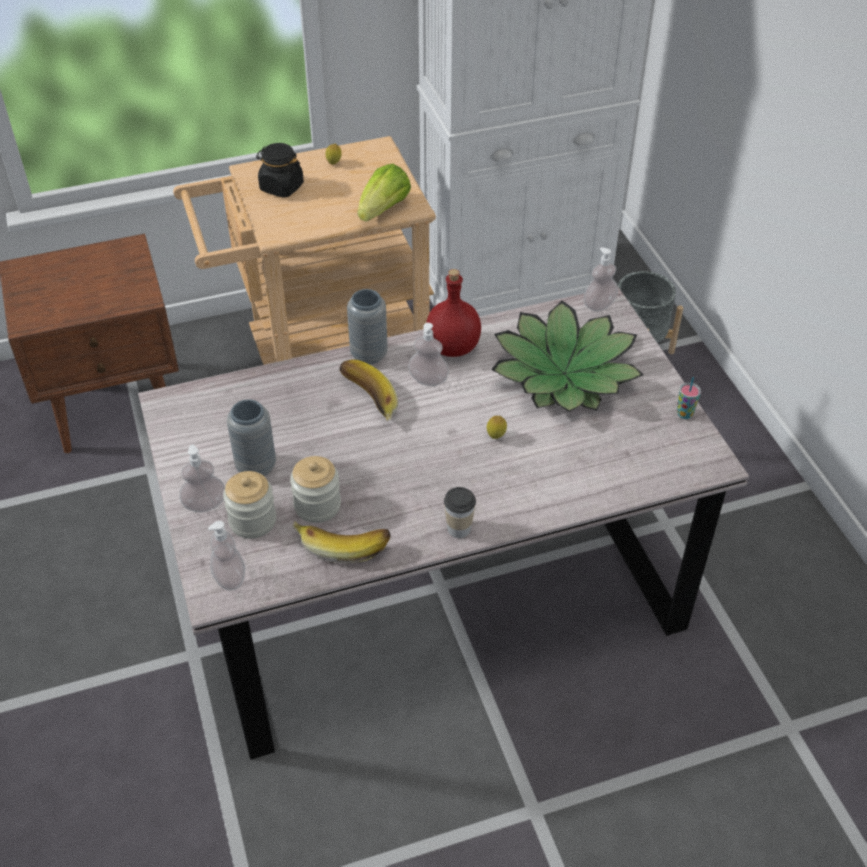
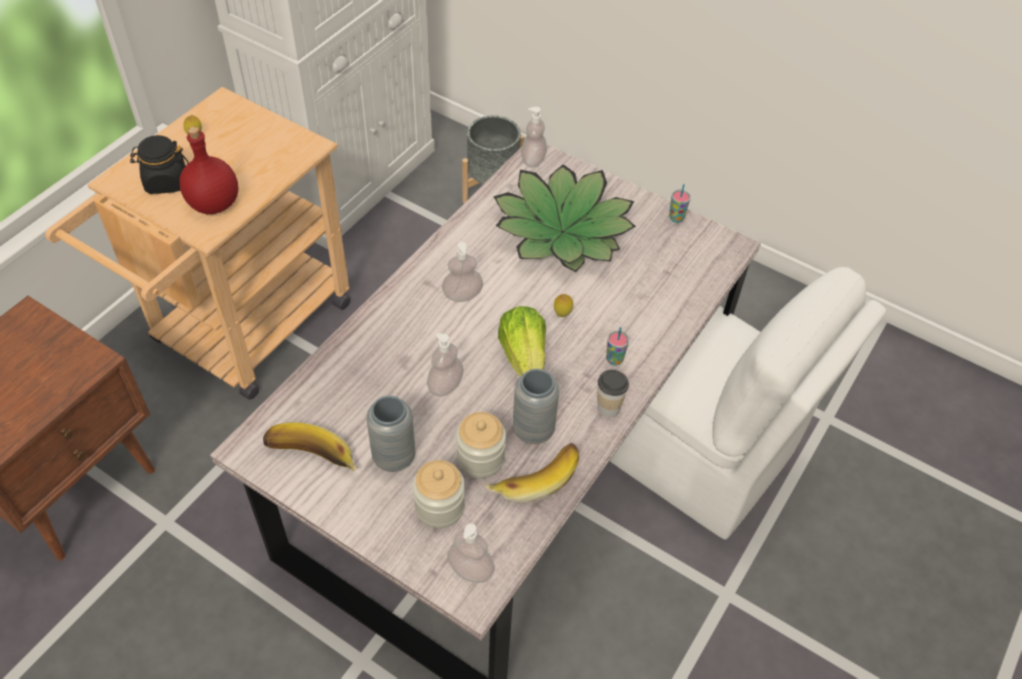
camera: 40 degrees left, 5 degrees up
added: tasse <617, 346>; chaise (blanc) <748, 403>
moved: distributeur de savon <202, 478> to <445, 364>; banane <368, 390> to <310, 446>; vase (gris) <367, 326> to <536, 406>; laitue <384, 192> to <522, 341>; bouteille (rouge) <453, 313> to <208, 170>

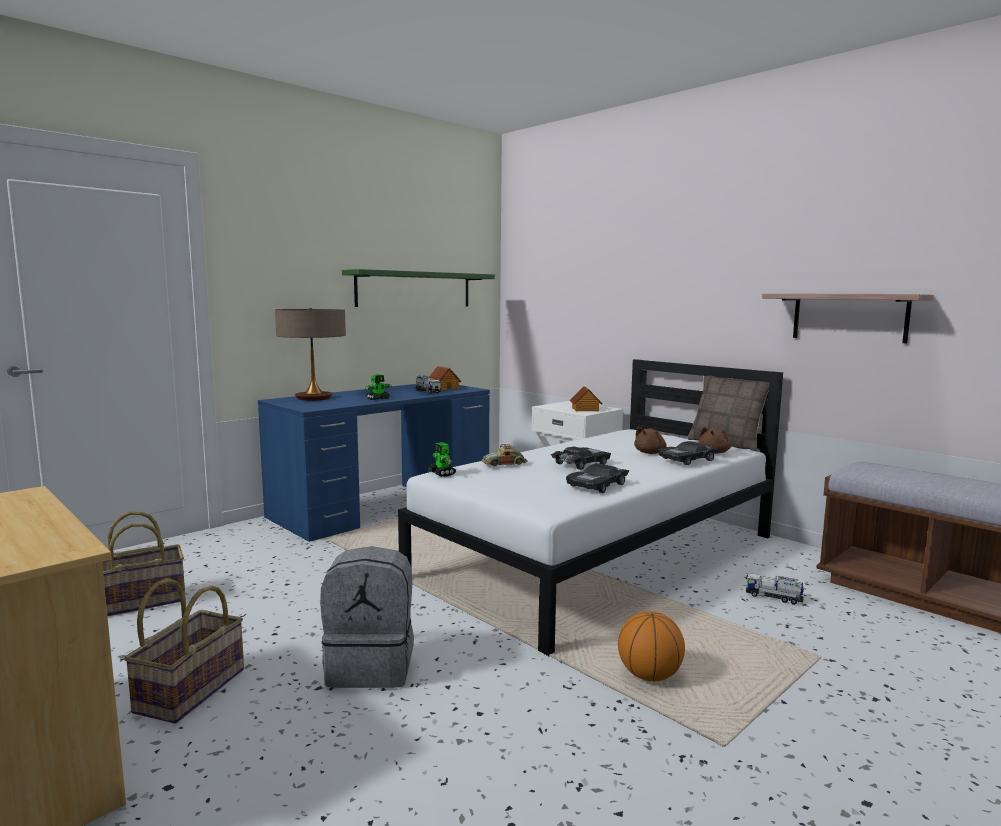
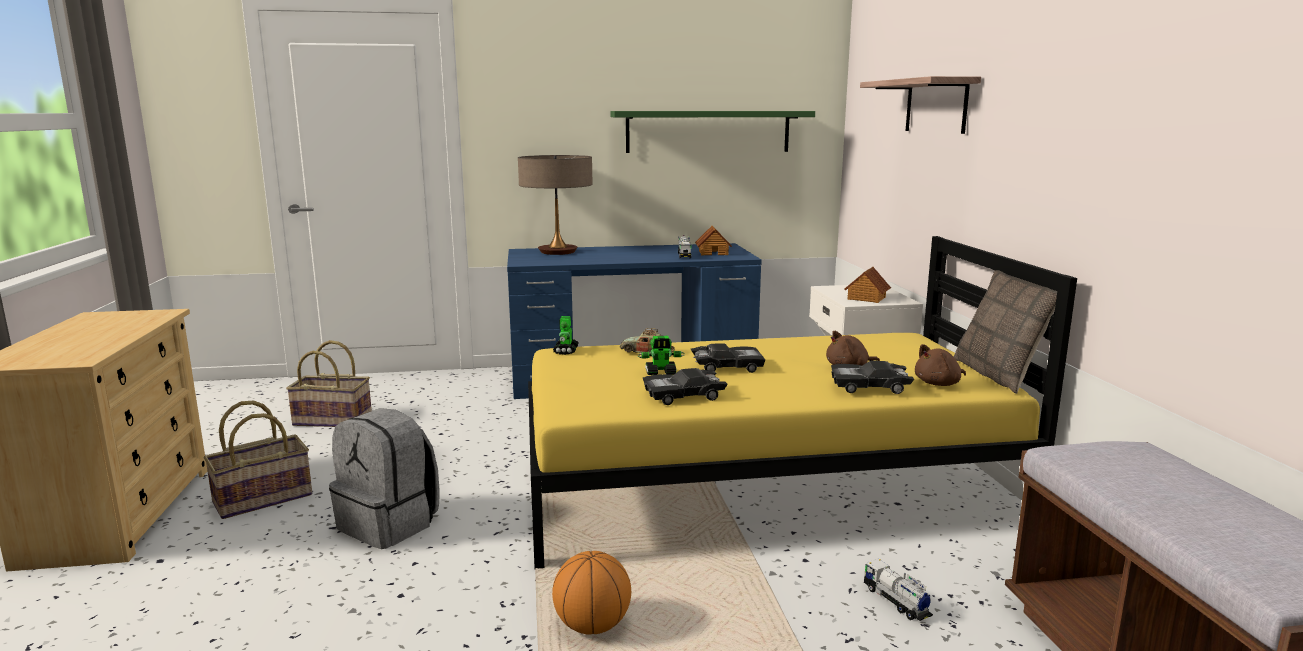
camera: 35 degrees right, 5 degrees up
moved: robot jouet <378, 387> to <661, 355>; étagère <848, 318> to <920, 105>
recoloured: lit (blanc) <590, 507> to lit (jaune) <802, 402>

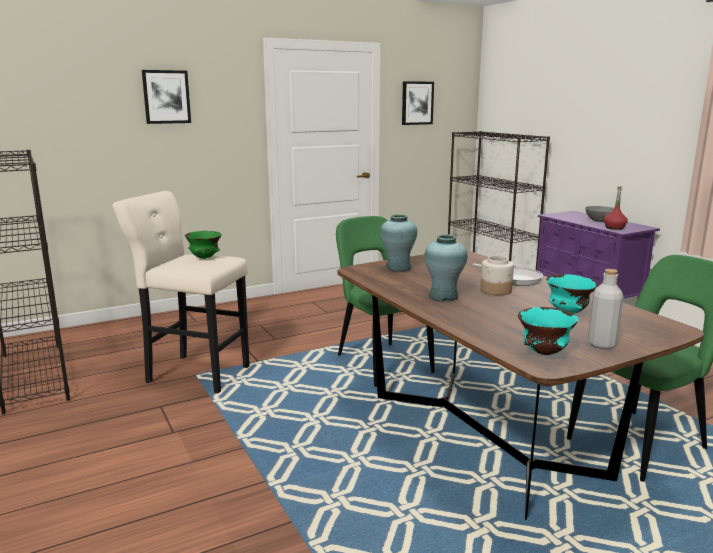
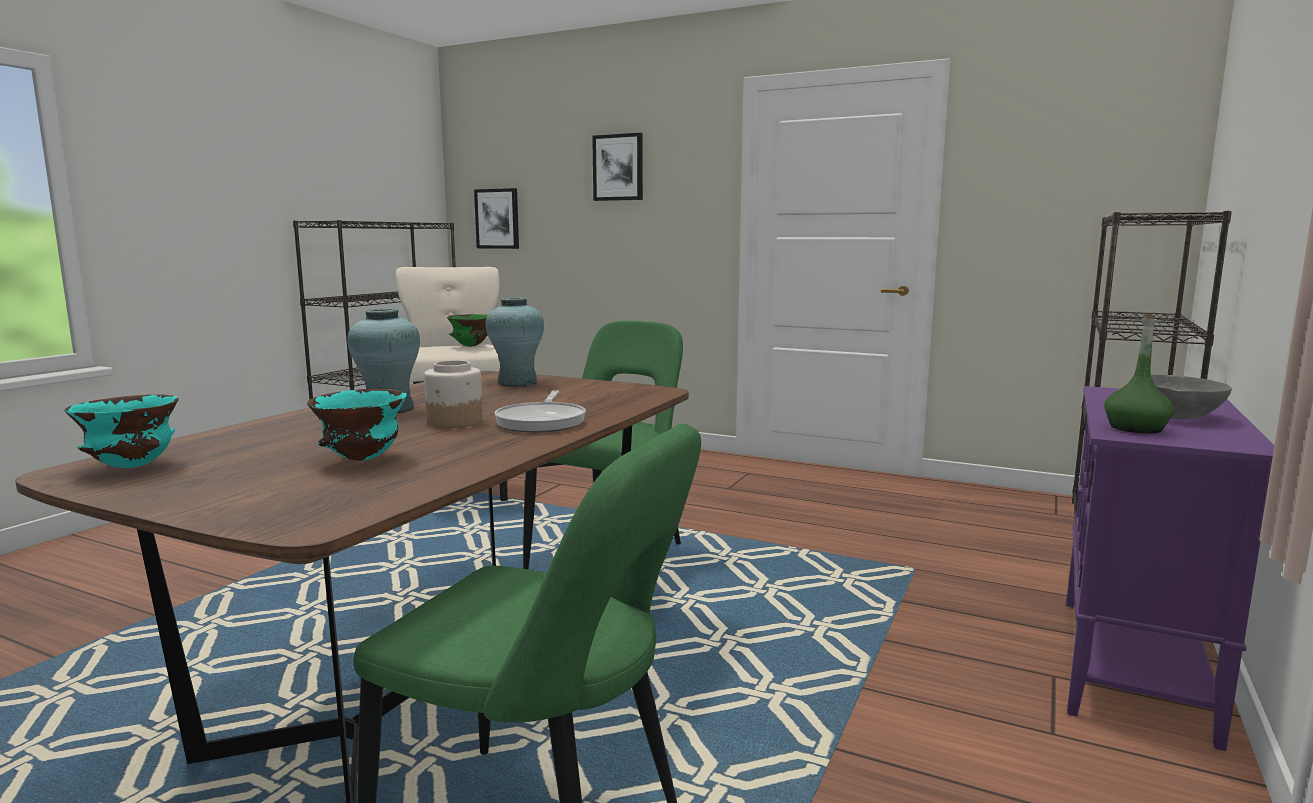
camera: 55 degrees right, 5 degrees down
removed: bouteille (gris) <606, 309>
moved: tableau <418, 103> to <496, 218>
recoloured: bouteille (rouge) <616, 208> to bouteille (vert) <1139, 374>

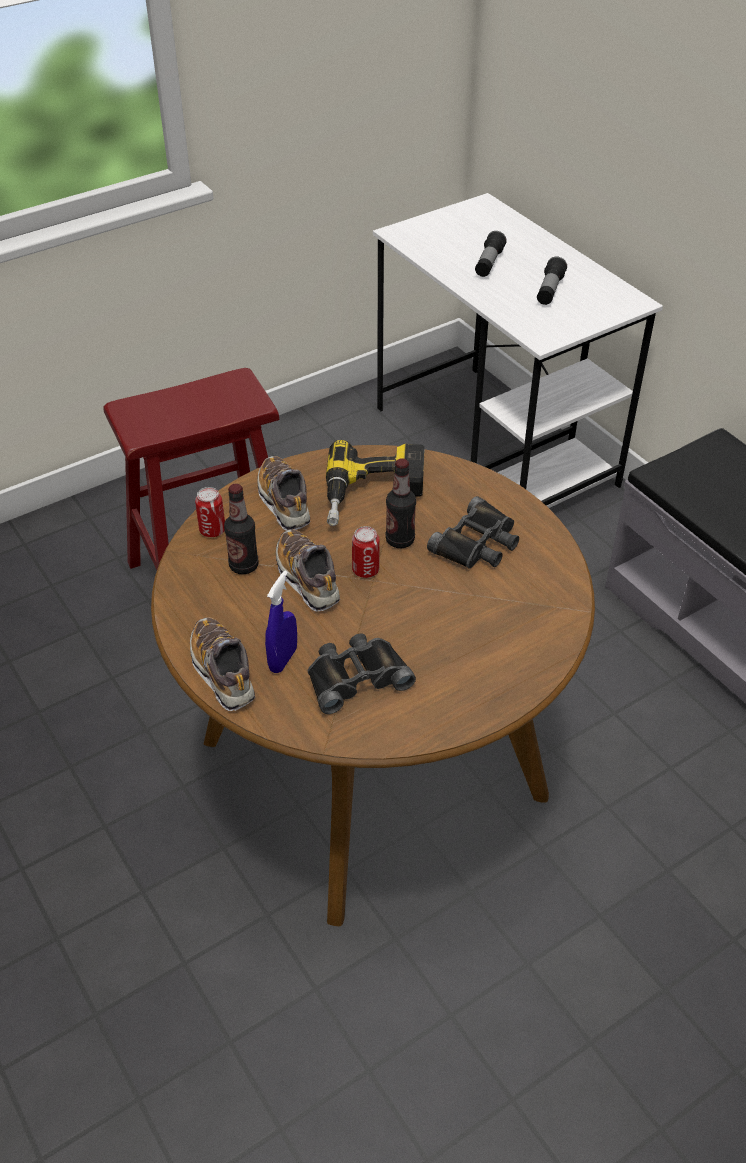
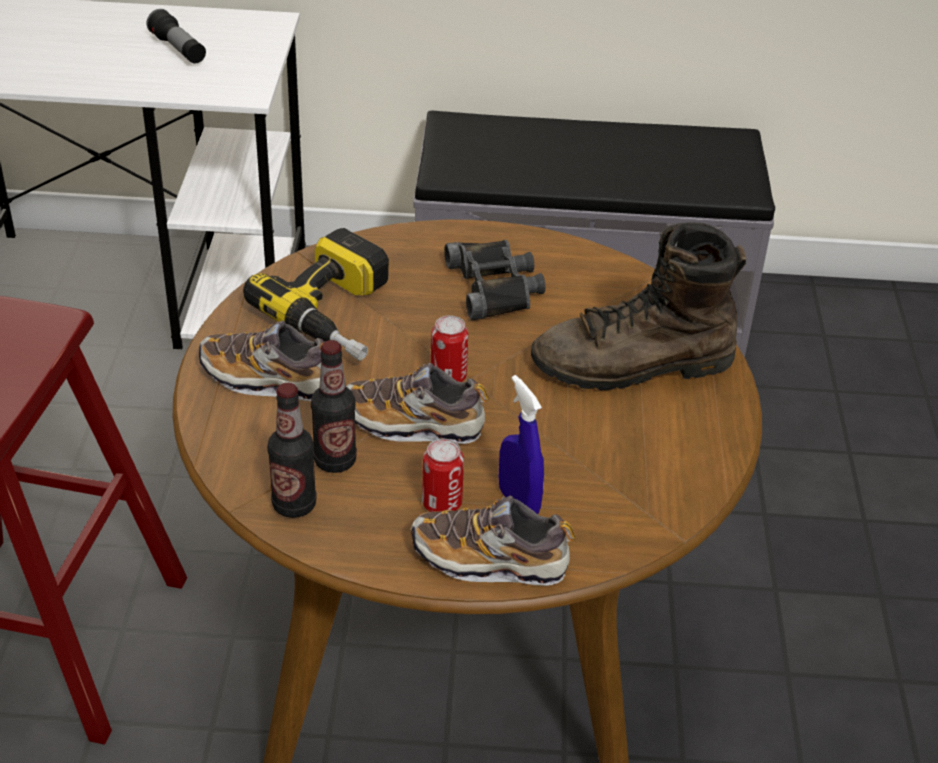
camera: 55 degrees left, 5 degrees down
removed: jumelles (noir) <362, 673>; lampe de poche <491, 254>
added: botte (marron) <638, 306>
moved: boîte métallique <210, 512> to <443, 475>; bouteille <401, 503> to <291, 450>

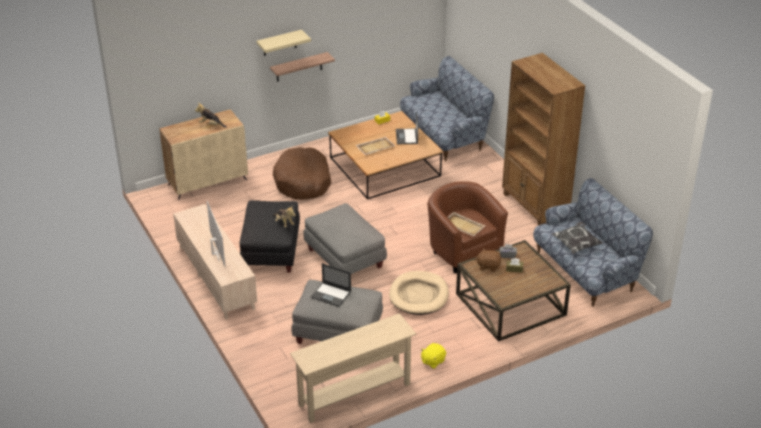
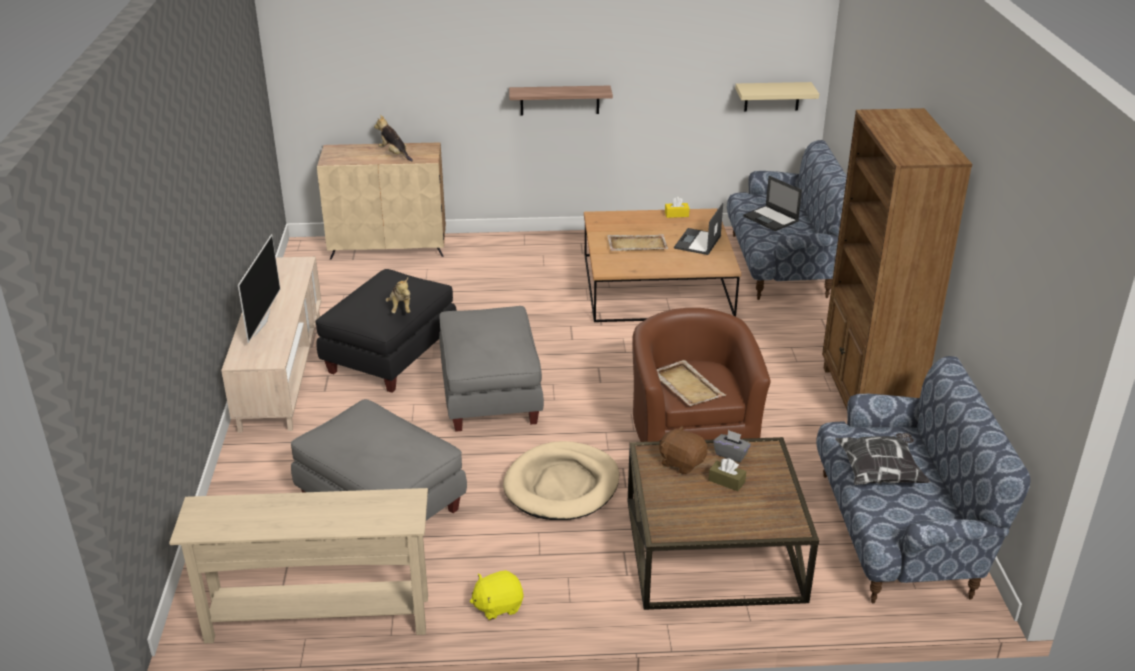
camera: 25 degrees right, 5 degrees down
removed: panier pour chien (marron) <302, 173>
moved: étagère (beige) <284, 43> to <777, 96>; ordinateur portable <331, 285> to <772, 203>

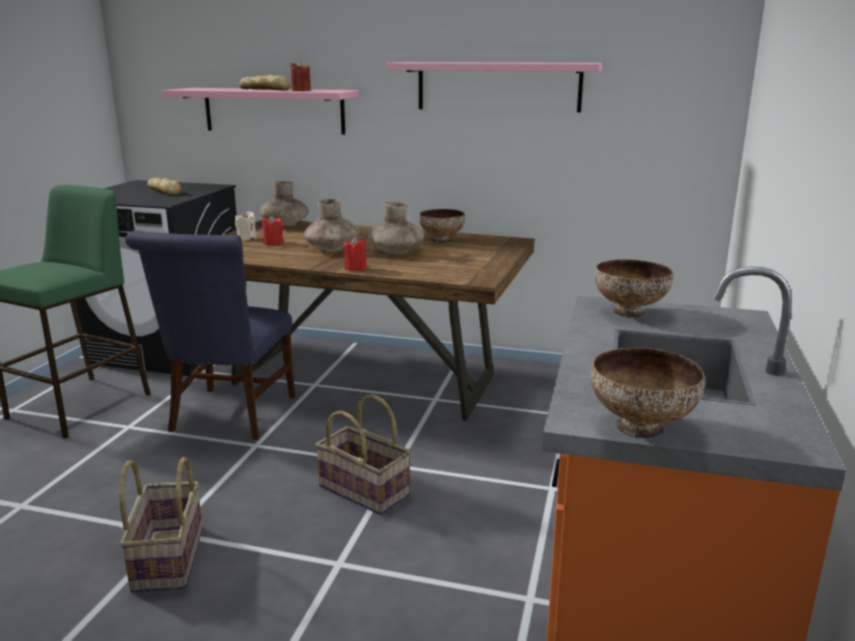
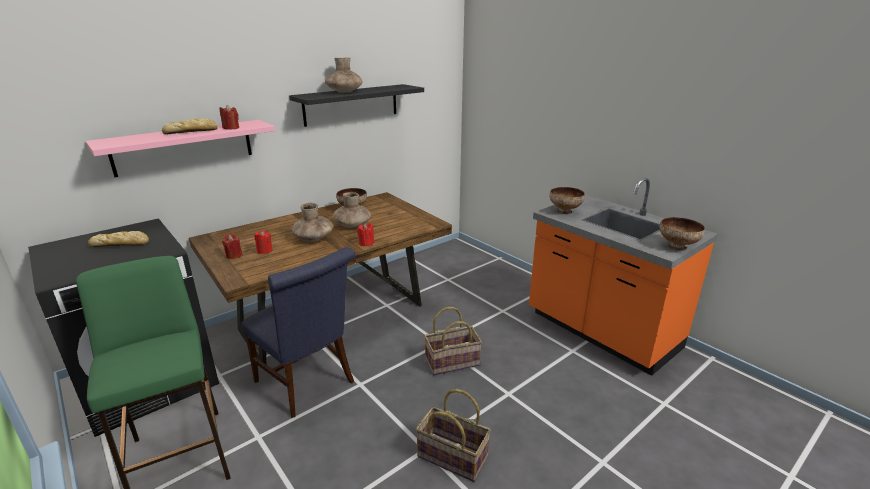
camera: 55 degrees left, 5 degrees up
moved: vase (marron) <284, 203> to <344, 75>
recoloured: bougie (beige) <246, 225> to bougie (rouge) <232, 246>; étagère (rose) <494, 87> to étagère (noir) <356, 105>

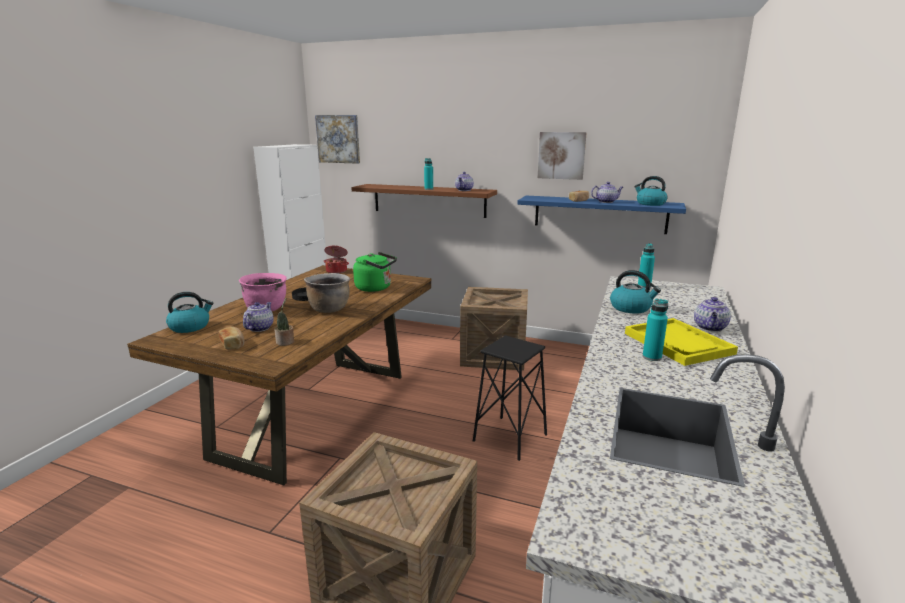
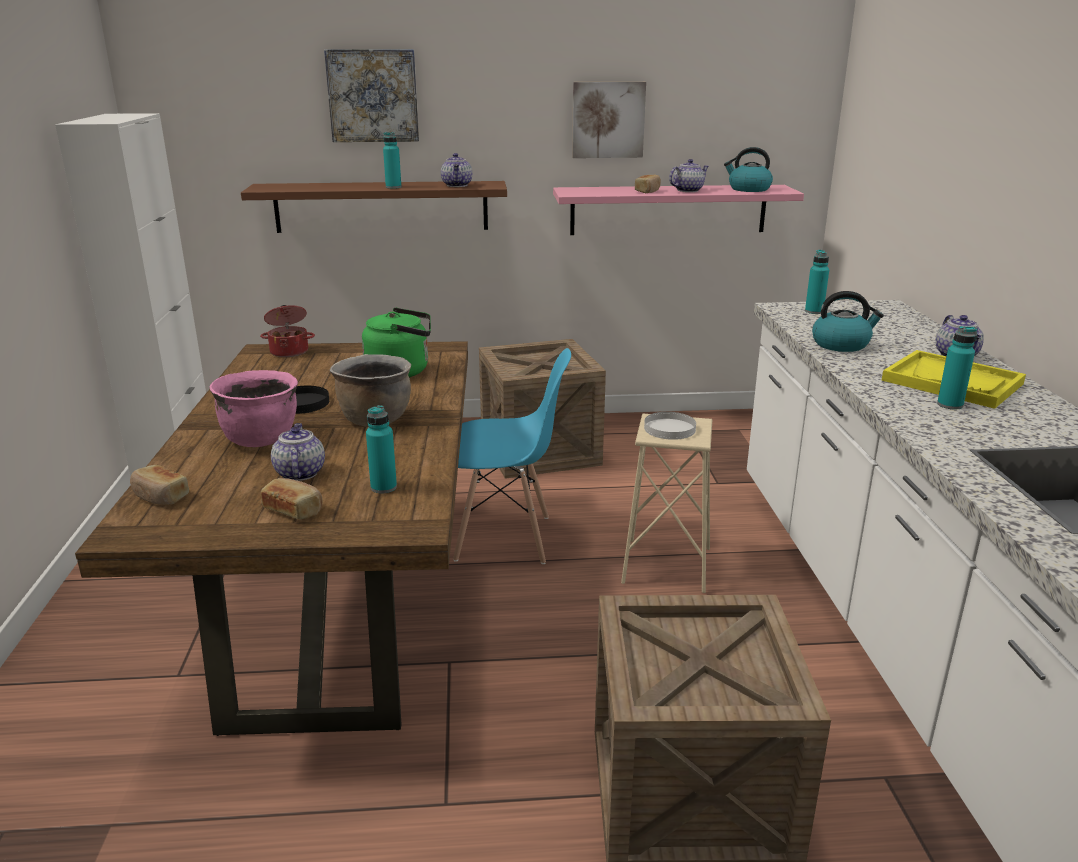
camera: 25 degrees left, 5 degrees up
added: chaise (bleu) <512, 456>; assiette (blanc) <670, 426>
moved: tableau <337, 139> to <371, 95>
replaced: bouilloire <189, 312> to pain <159, 485>; plante en pot <284, 322> to bouteille (turquoise) <381, 449>
recoloured: tabouret (noir) <510, 398> to tabouret (beige) <666, 503>; étagère (bleu) <601, 215> to étagère (rose) <678, 210>

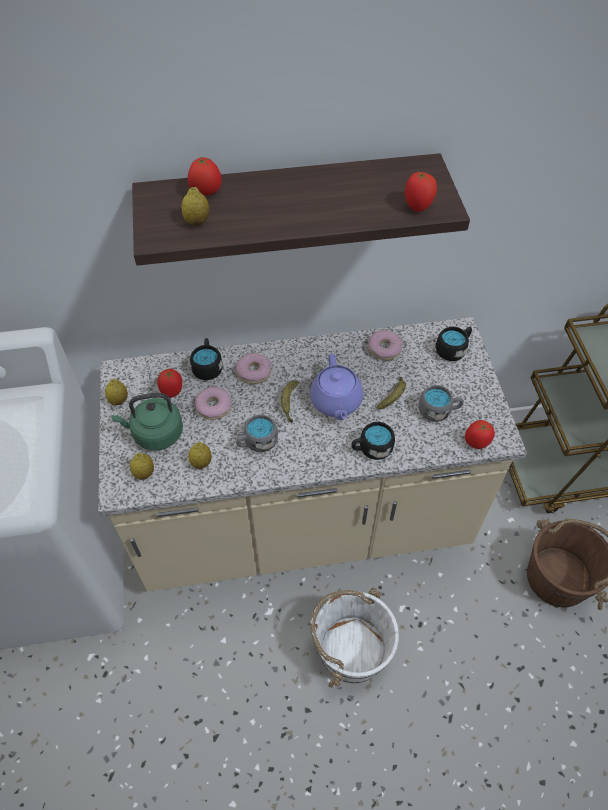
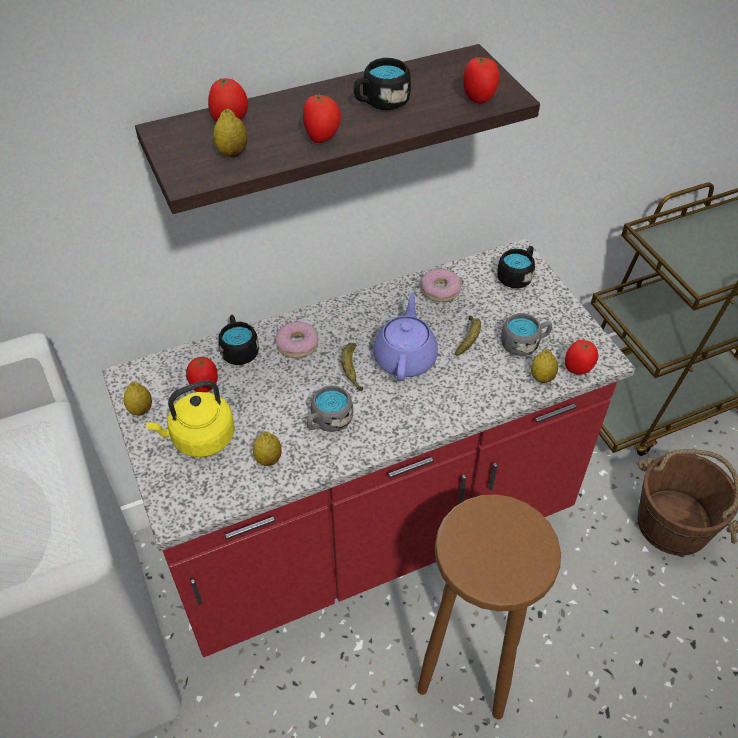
camera: 15 degrees left, 5 degrees down
removed: beignet <213, 403>
added: tomate <322, 118>
moved: citron <142, 466> to <544, 366>; mug (noir) <373, 441> to <382, 84>
replaced: seau (blanc) <354, 637> to tabouret (marron) <489, 606>
recoloured: comptoir de cuisine (beige) <312, 454> to comptoir de cuisine (rouge) <369, 448>; bouilloire (vert) <147, 421> to bouilloire (jaune) <190, 418>
turned: théière (violet) <336, 387> = <405, 337> 150 degrees counterclockwise

